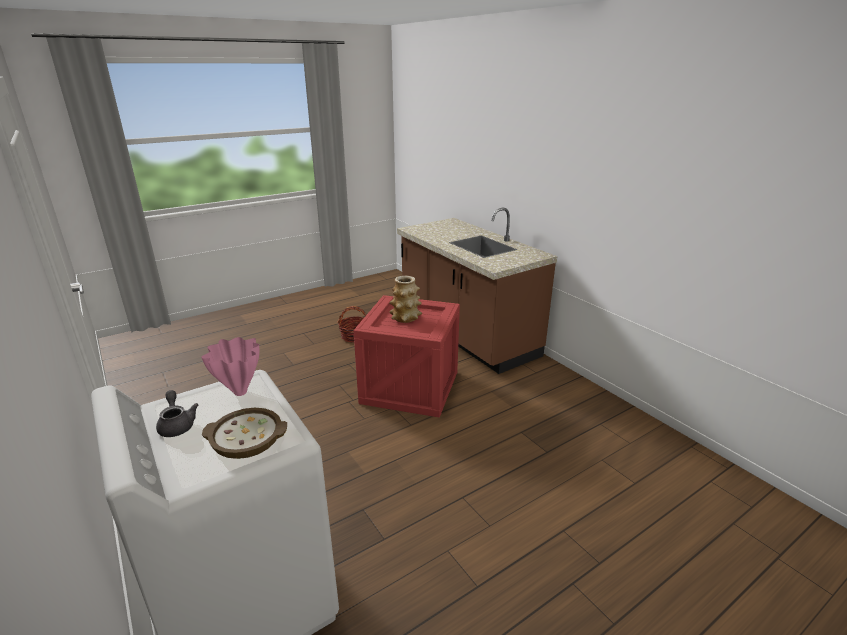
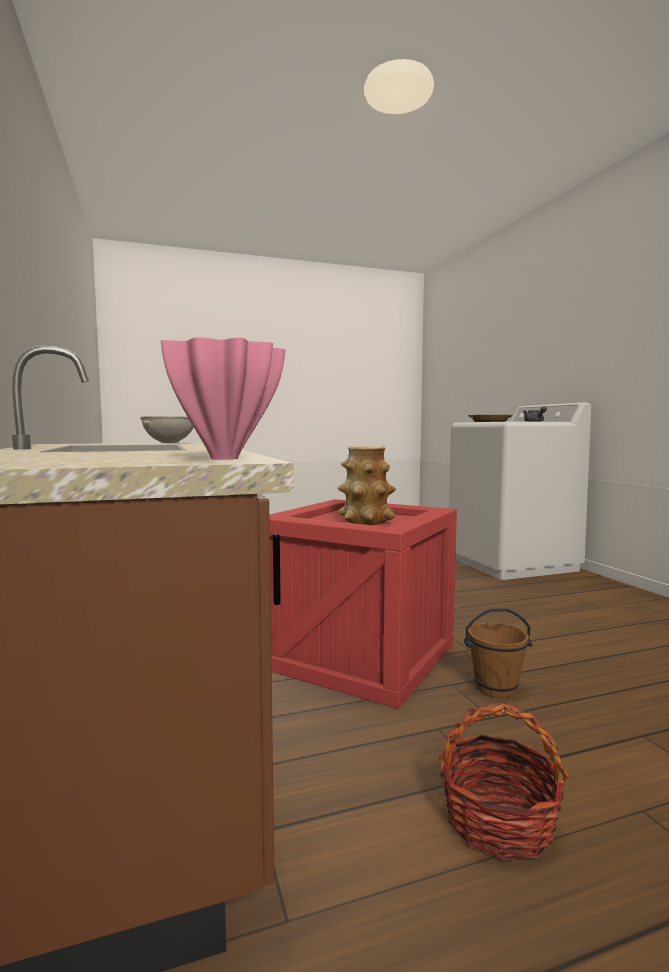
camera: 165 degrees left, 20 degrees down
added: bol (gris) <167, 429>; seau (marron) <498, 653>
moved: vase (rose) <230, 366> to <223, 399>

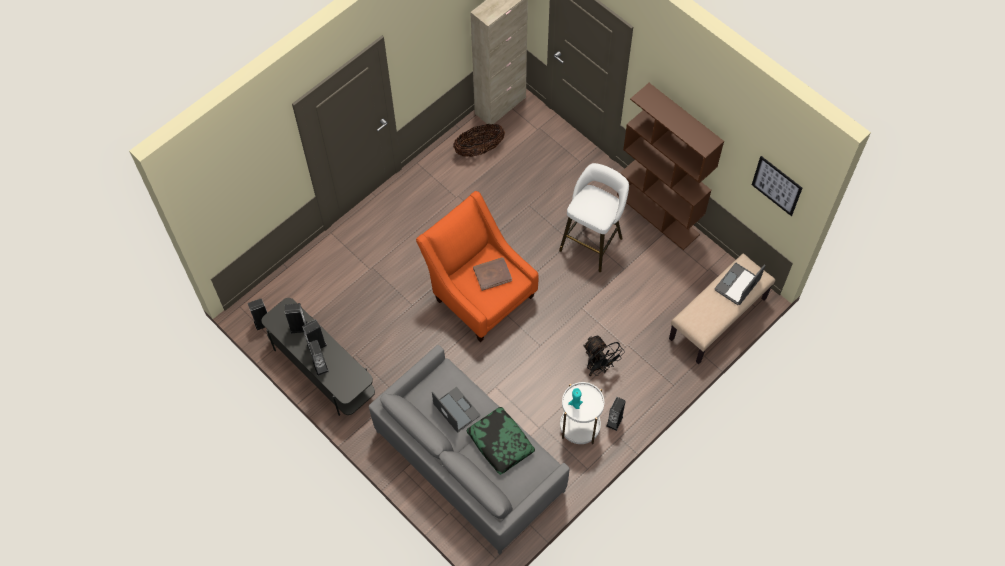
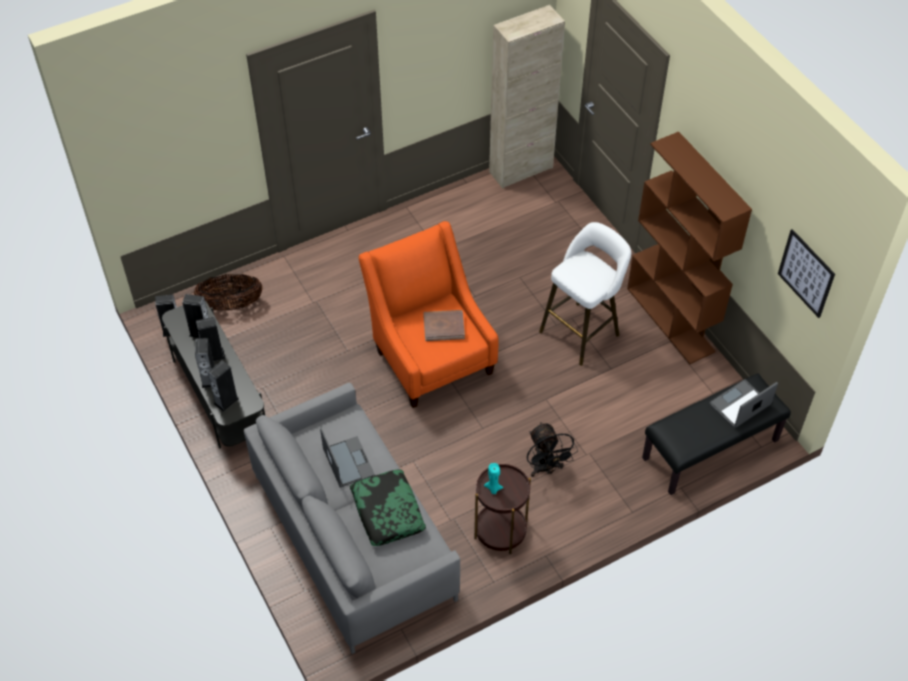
camera: 15 degrees right, 10 degrees down
moved: panier <479, 140> to <228, 292>; enceinte <616, 414> to <223, 386>
recoloured: table d'appoint (blanc) <582, 413> to table d'appoint (marron) <502, 509>; banc (beige) <722, 308> to banc (noir) <716, 434>

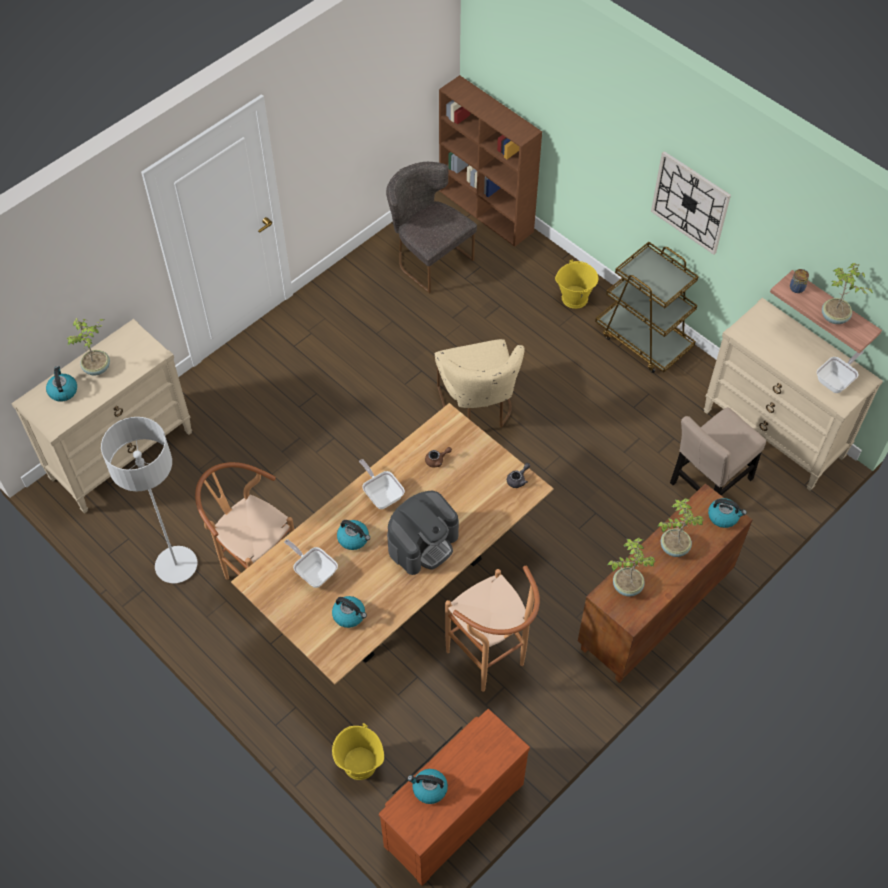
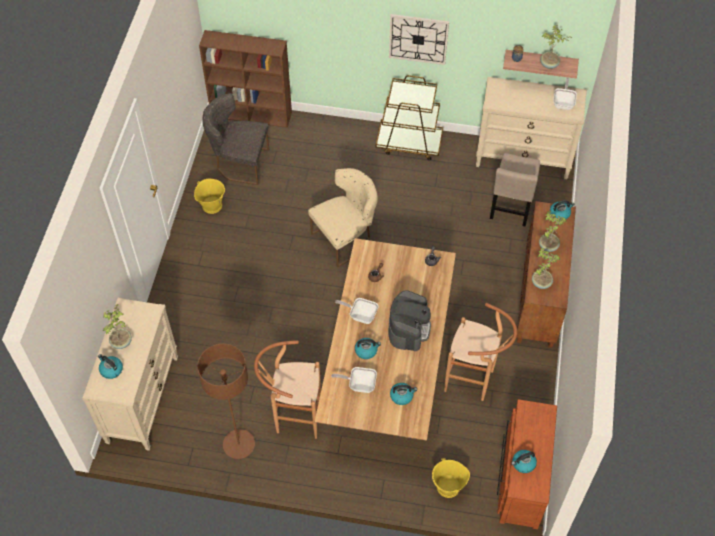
camera: 35 degrees left, 0 degrees up
moved: seau (jaune) <576, 284> to <209, 196>
recoloured: lampadaire (gris) <149, 500> to lampadaire (marron) <226, 401>
turned: chaise (beige) <480, 383> = <343, 217> 75 degrees counterclockwise

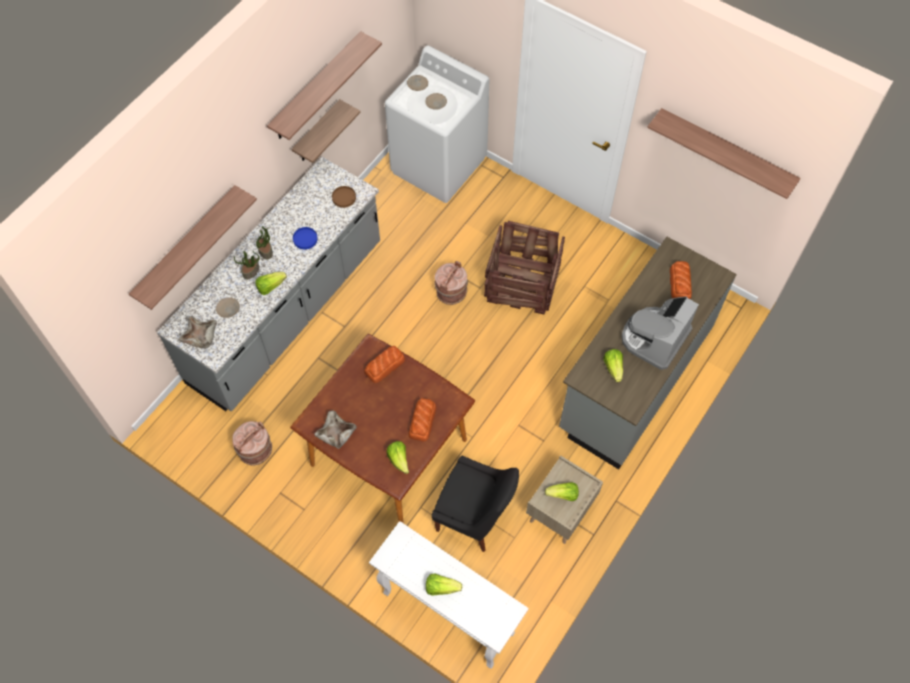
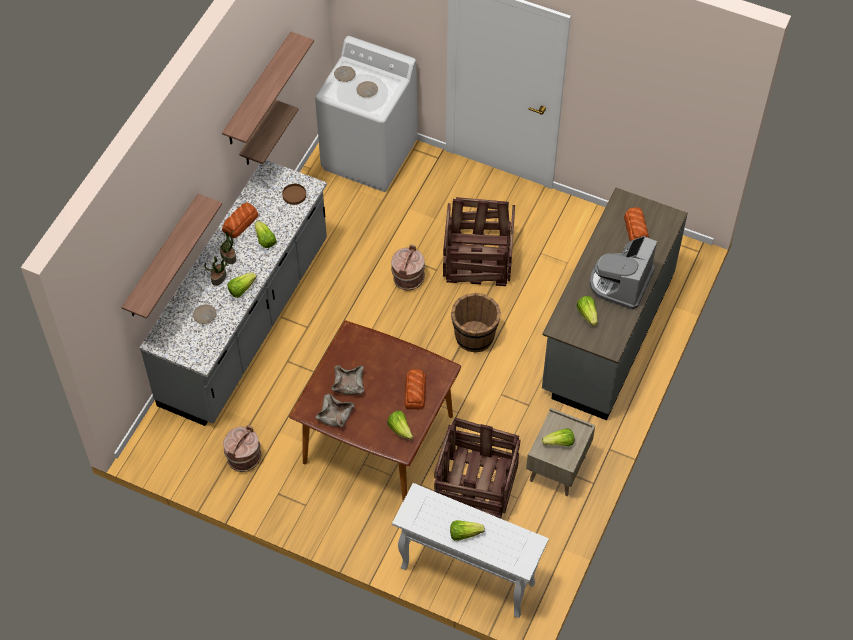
camera: 10 degrees left, 5 degrees down
removed: étagère <724, 153>
added: seau (marron) <476, 322>
moved: bol (beige) <198, 332> to <347, 380>; pain <384, 364> to <240, 220>
replaced: assiette (bleu) <305, 238> to laitue <266, 234>; chaise (noir) <475, 504> to caisse <477, 468>

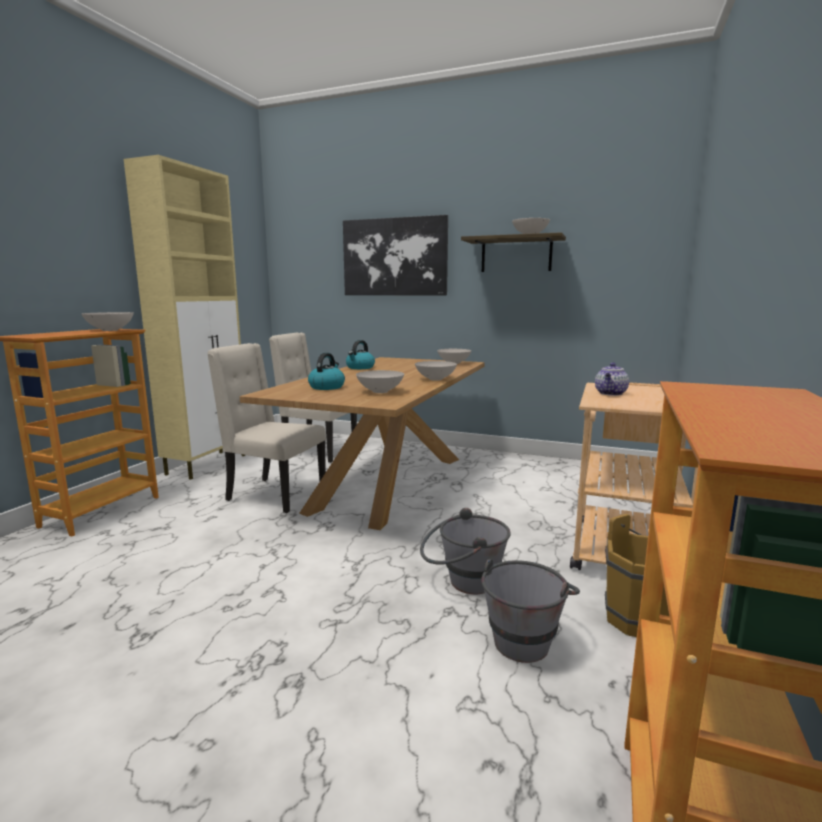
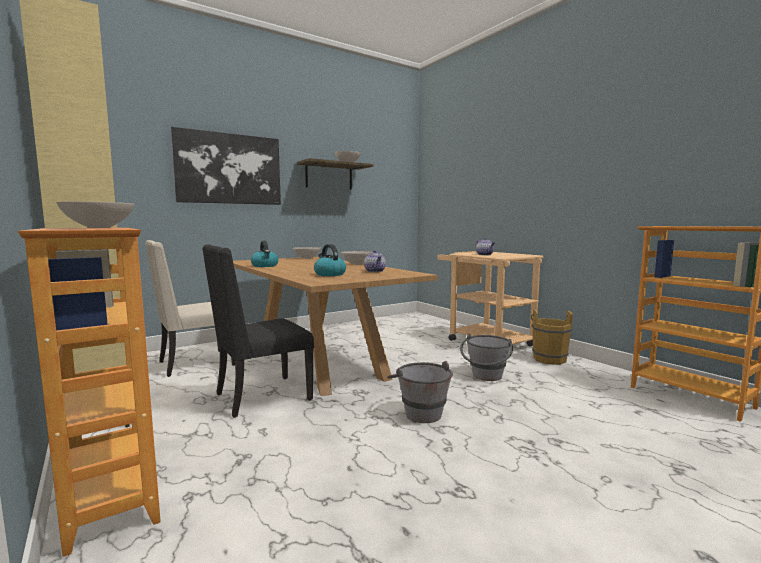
camera: 55 degrees left, 5 degrees down
moved: seau (gris) <530, 611> to <420, 392>
replaced: bol (blanc) <380, 381> to théière <375, 261>
recoloured: chaise (beige) <266, 428> to chaise (noir) <258, 331>

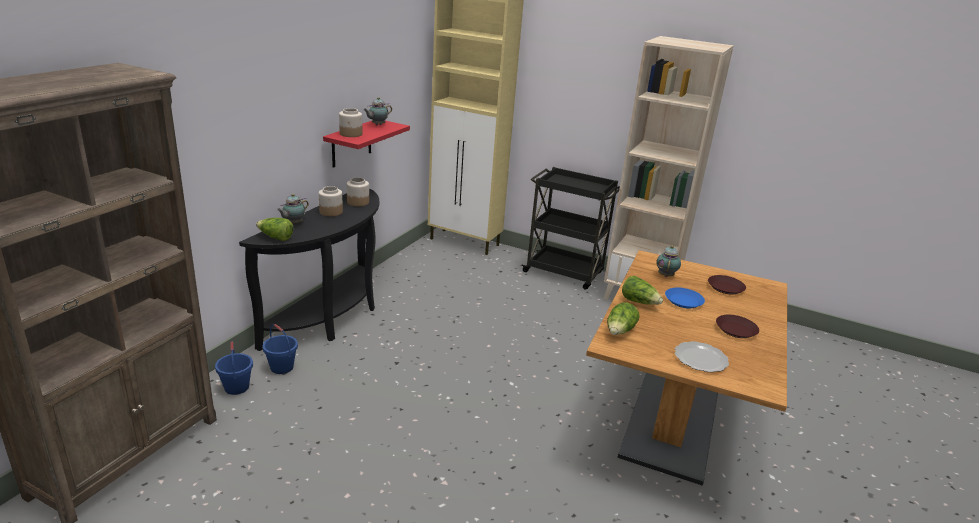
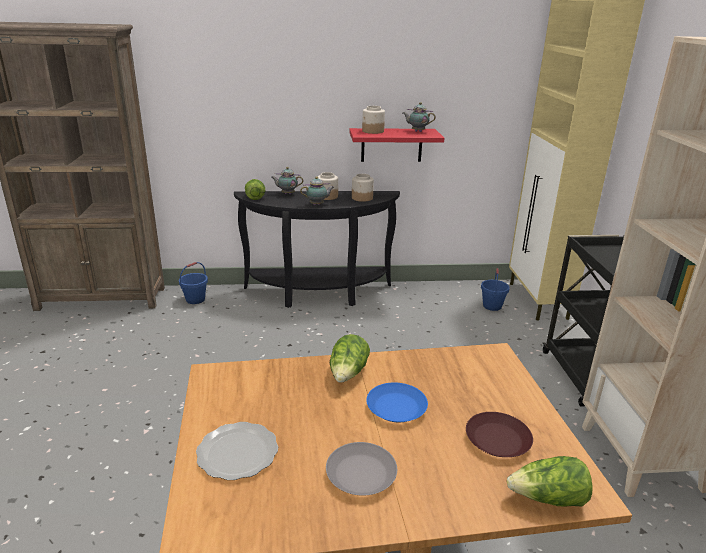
camera: 60 degrees right, 0 degrees up
moved: seau (bleu) <280, 349> to <495, 289>; laitue <623, 318> to <550, 481>; théière <668, 261> to <317, 191>
recoloured: assiette (marron) <737, 326> to assiette (gris) <361, 468>

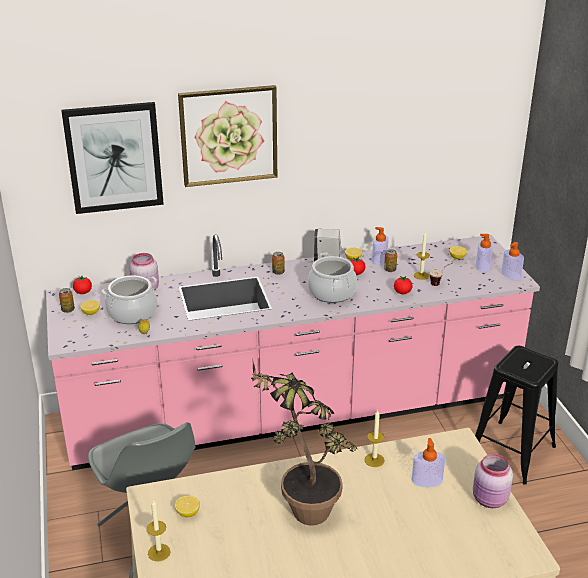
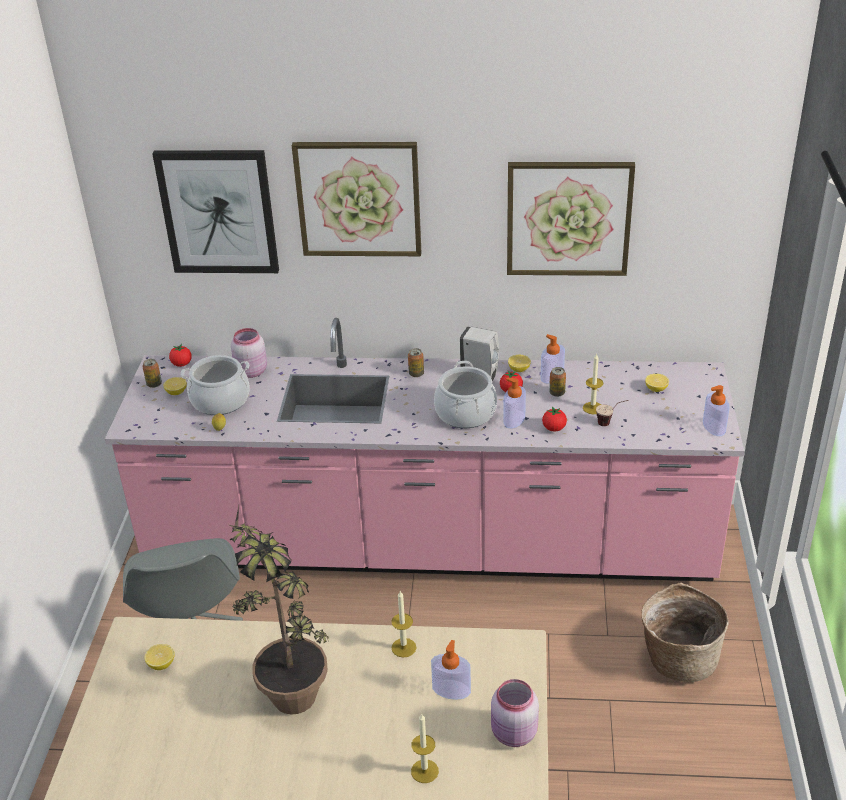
camera: 20 degrees right, 5 degrees up
added: tableau <571, 219>
moved: bougie <159, 530> to <425, 748>; distributeur de savon <484, 253> to <514, 403>
replaced: tabouret (noir) <516, 415> to panier <685, 632>

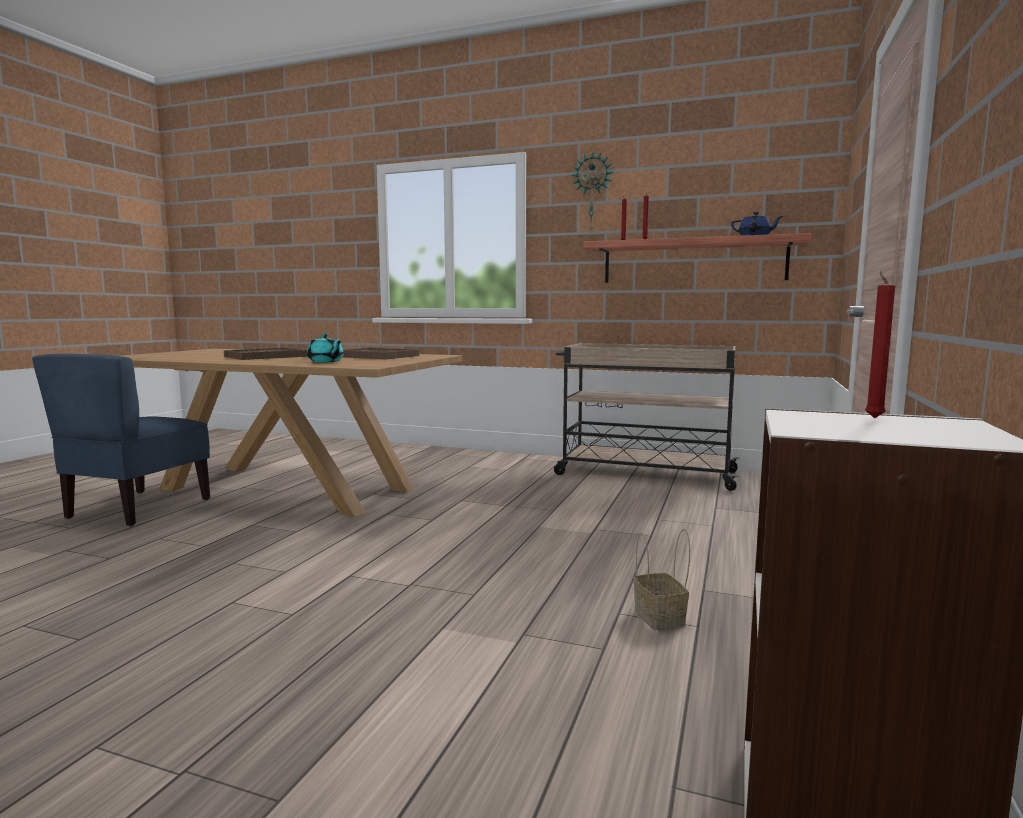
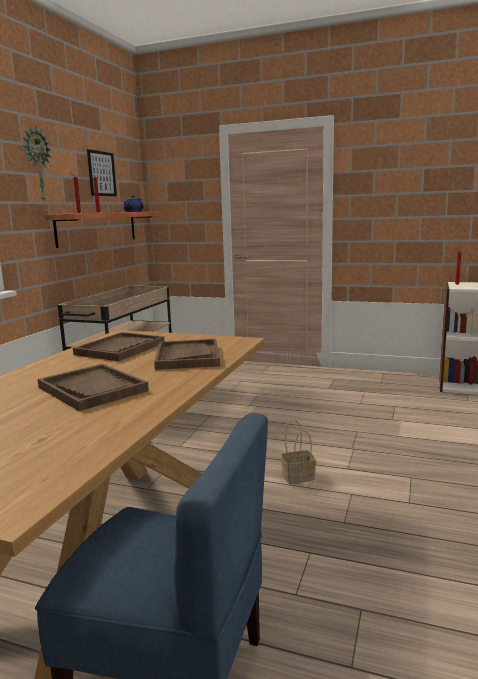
camera: 90 degrees left, 5 degrees up
added: tableau <102, 172>
moved: panier <662, 579> to <298, 452>
replaced: théière (turquoise) <325, 348> to plateau (marron) <187, 354>

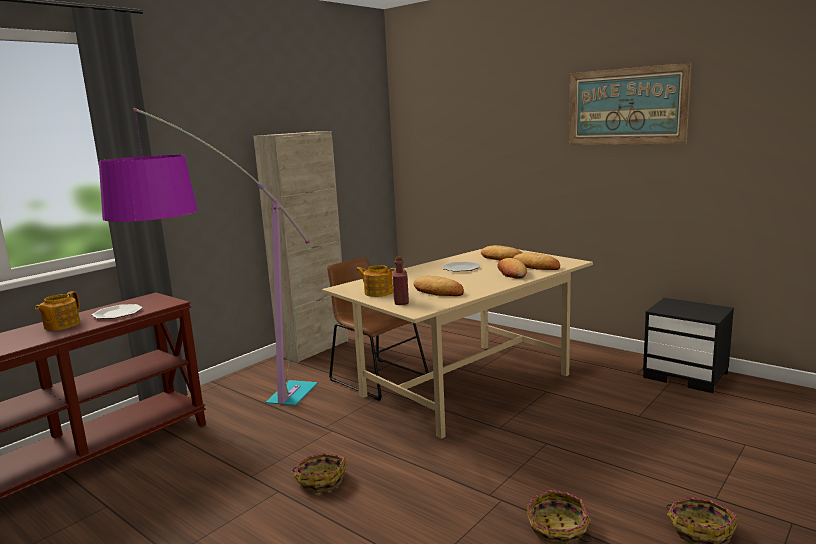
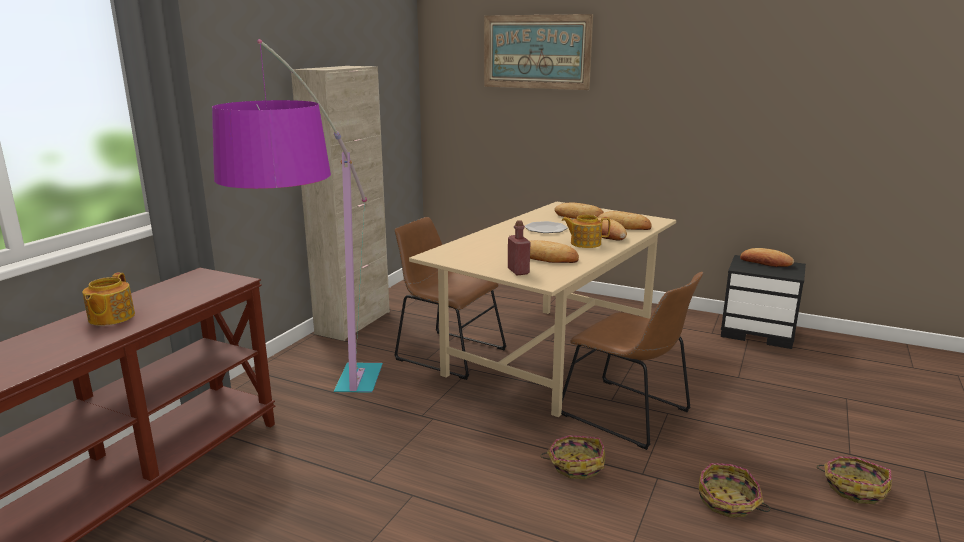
camera: 15 degrees left, 5 degrees up
removed: assiette <117, 311>
added: chaise (marron) <632, 361>; pain <767, 257>
moved: panier <319, 473> to <572, 457>; théière <375, 281> to <586, 231>; tableau <630, 104> to <538, 52>

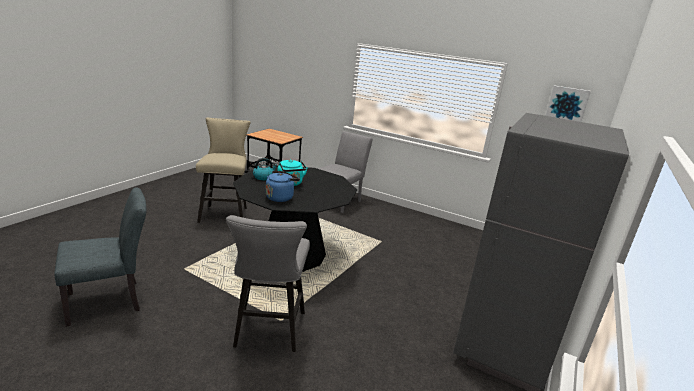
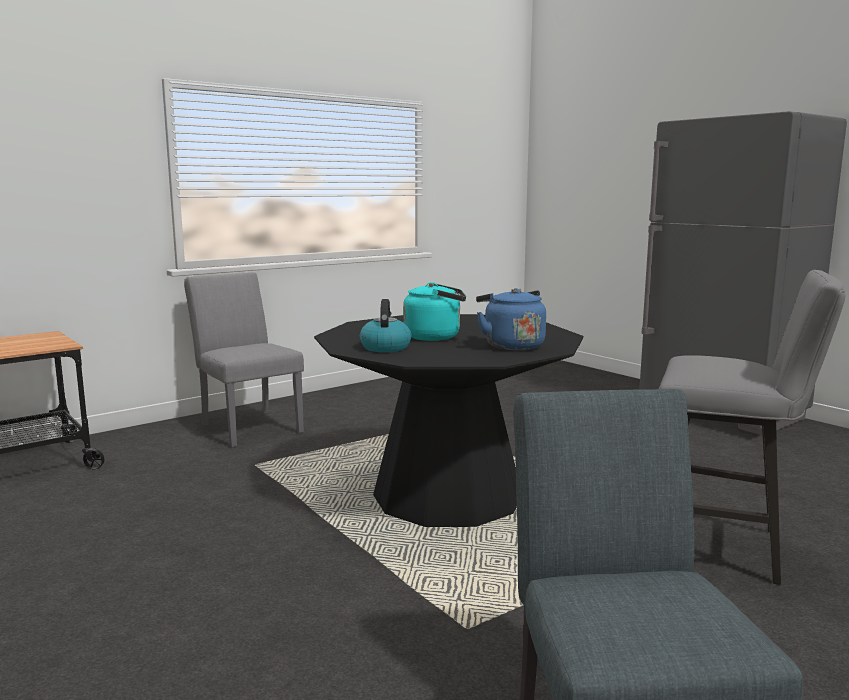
camera: 65 degrees left, 10 degrees down
removed: tabouret (beige) <223, 170>; tableau <568, 103>

